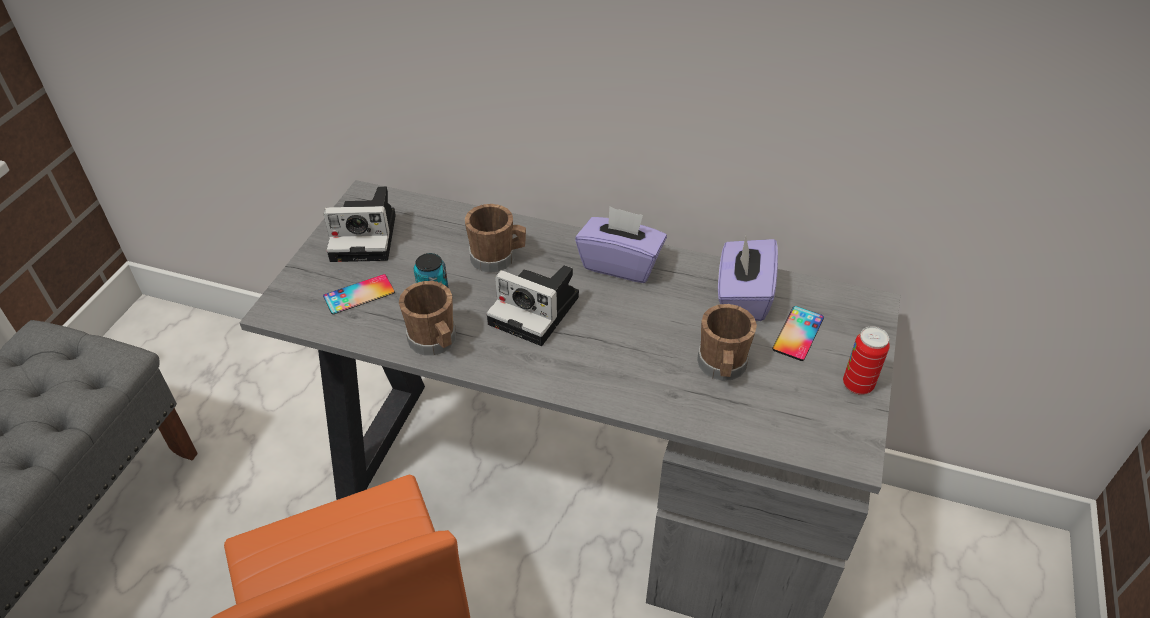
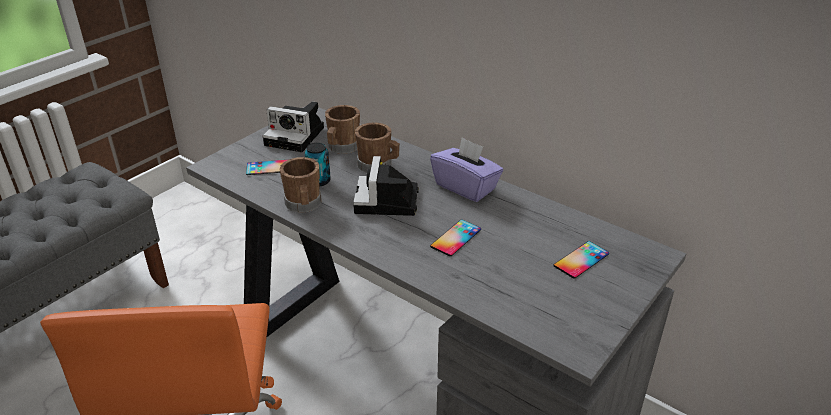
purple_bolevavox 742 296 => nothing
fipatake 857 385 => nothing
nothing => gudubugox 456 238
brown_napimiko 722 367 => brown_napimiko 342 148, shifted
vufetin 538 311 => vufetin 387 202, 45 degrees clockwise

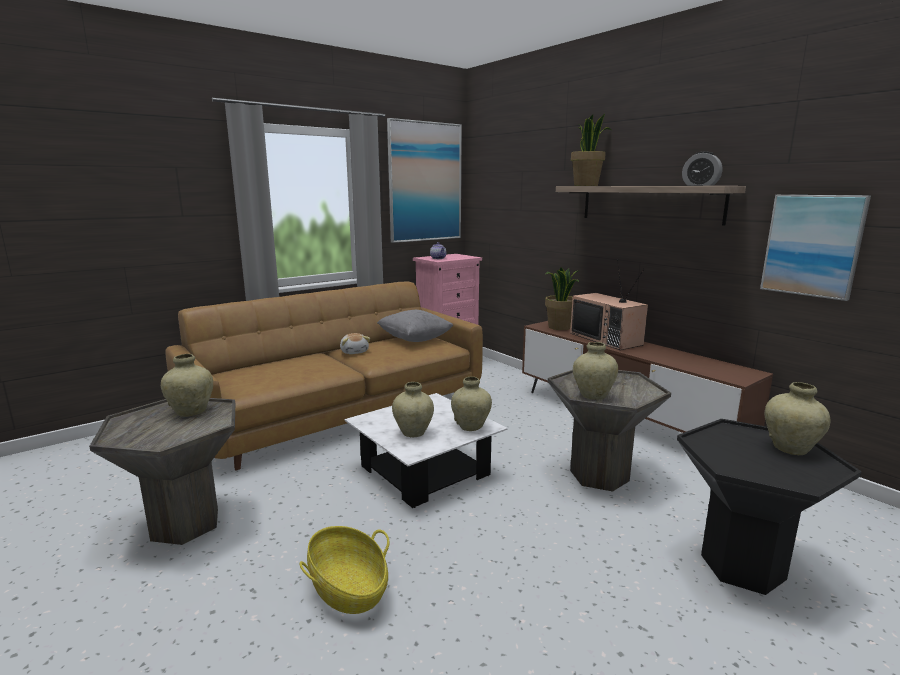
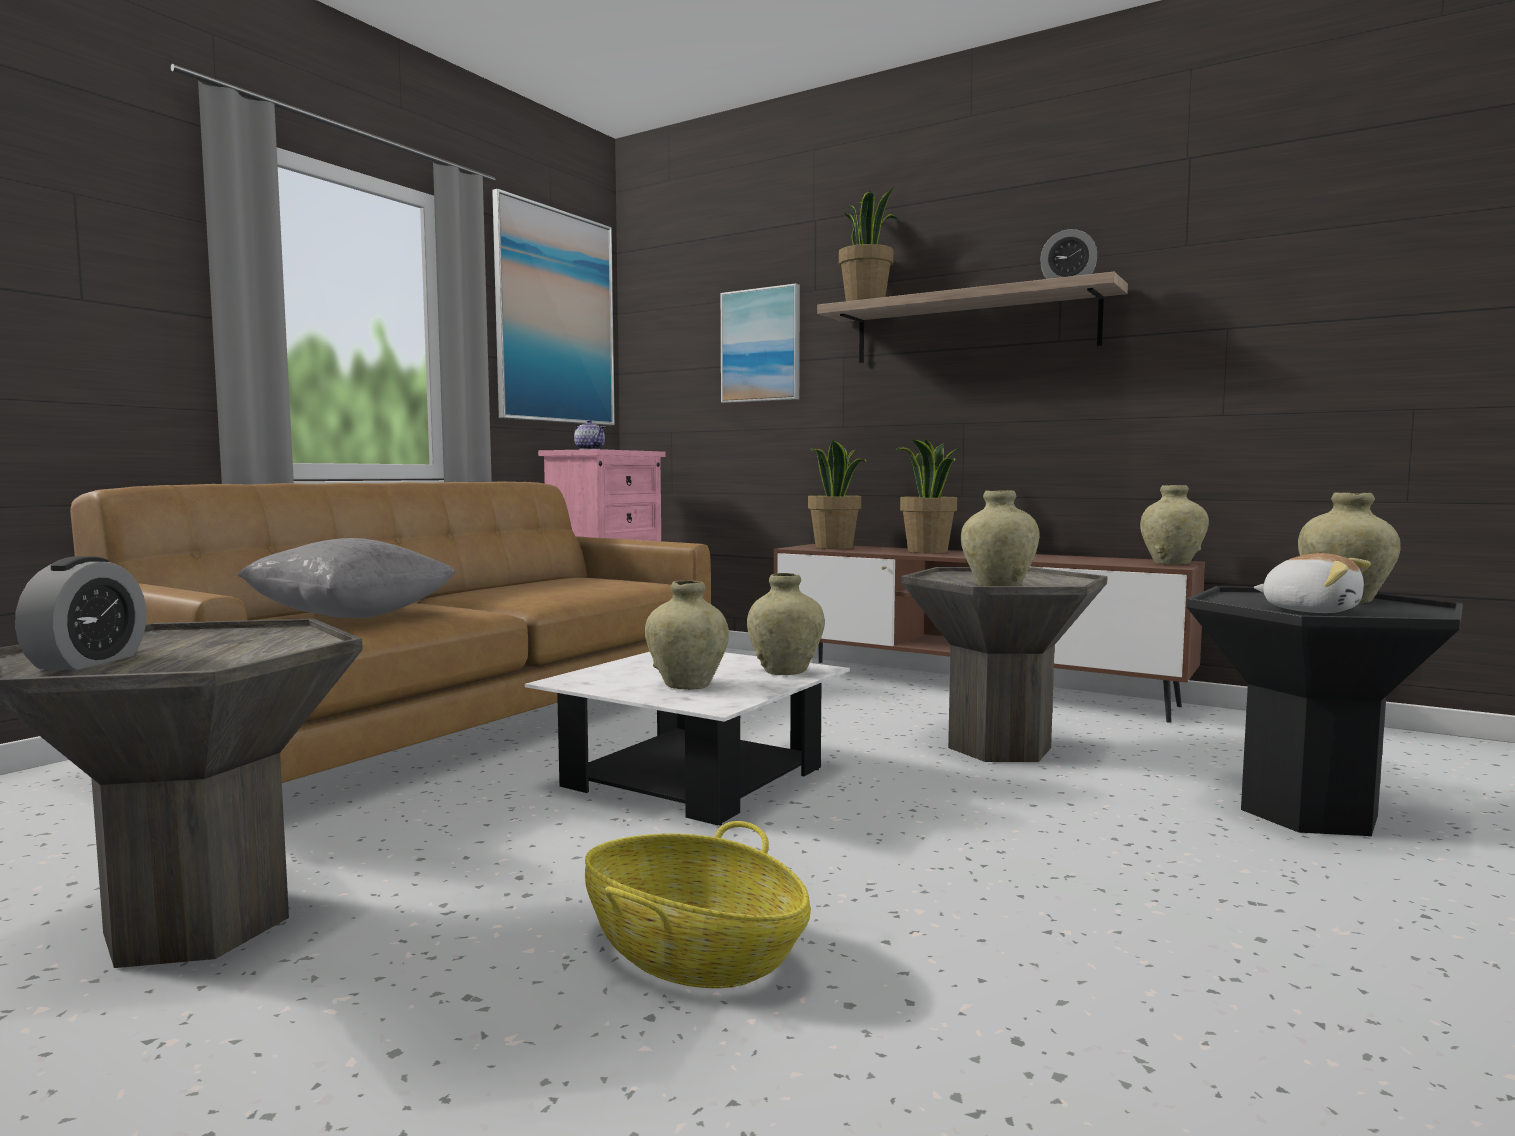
nothing => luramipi 87 662
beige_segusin 191 412 => beige_segusin 1172 563, shifted
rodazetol 354 352 => rodazetol 1311 610, shifted
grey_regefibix 415 340 => grey_regefibix 351 617, shifted
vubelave 812 245 => vubelave 761 345, shifted
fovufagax 607 339 => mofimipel 928 551

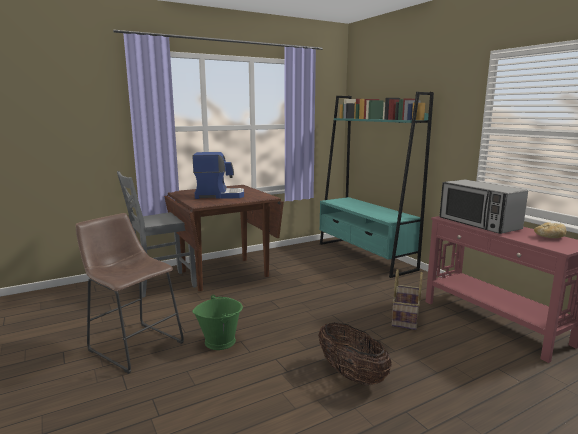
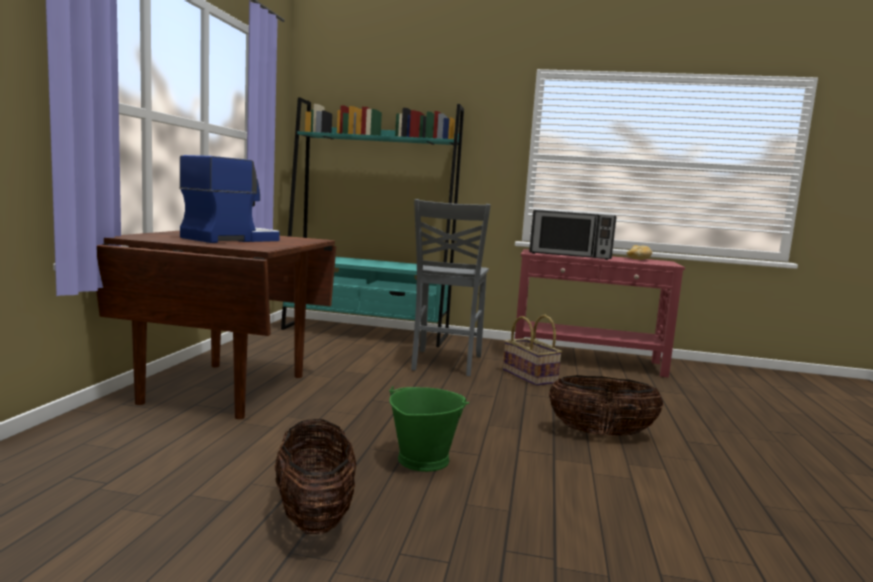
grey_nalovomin 162 285 => grey_nalovomin 444 363, shifted
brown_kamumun 133 344 => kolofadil 314 515

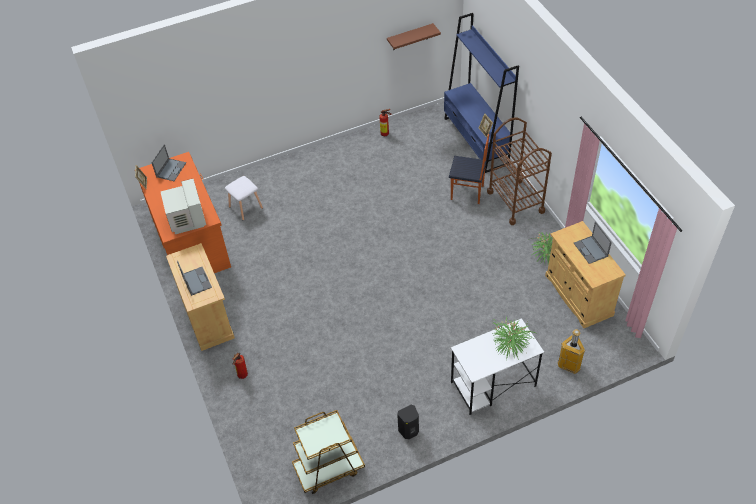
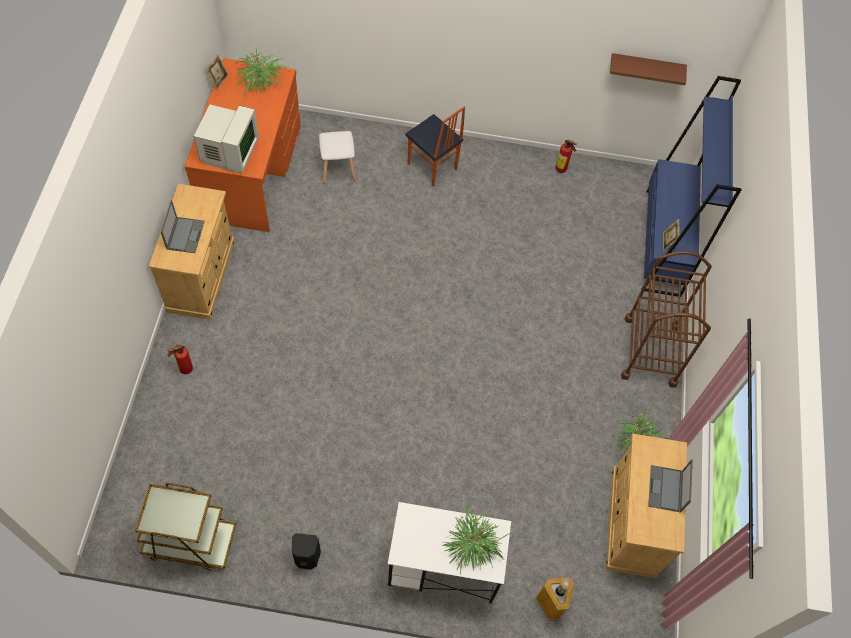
nalovomin 467 193 => nalovomin 431 167, shifted
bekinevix 171 169 => mofimipel 260 81

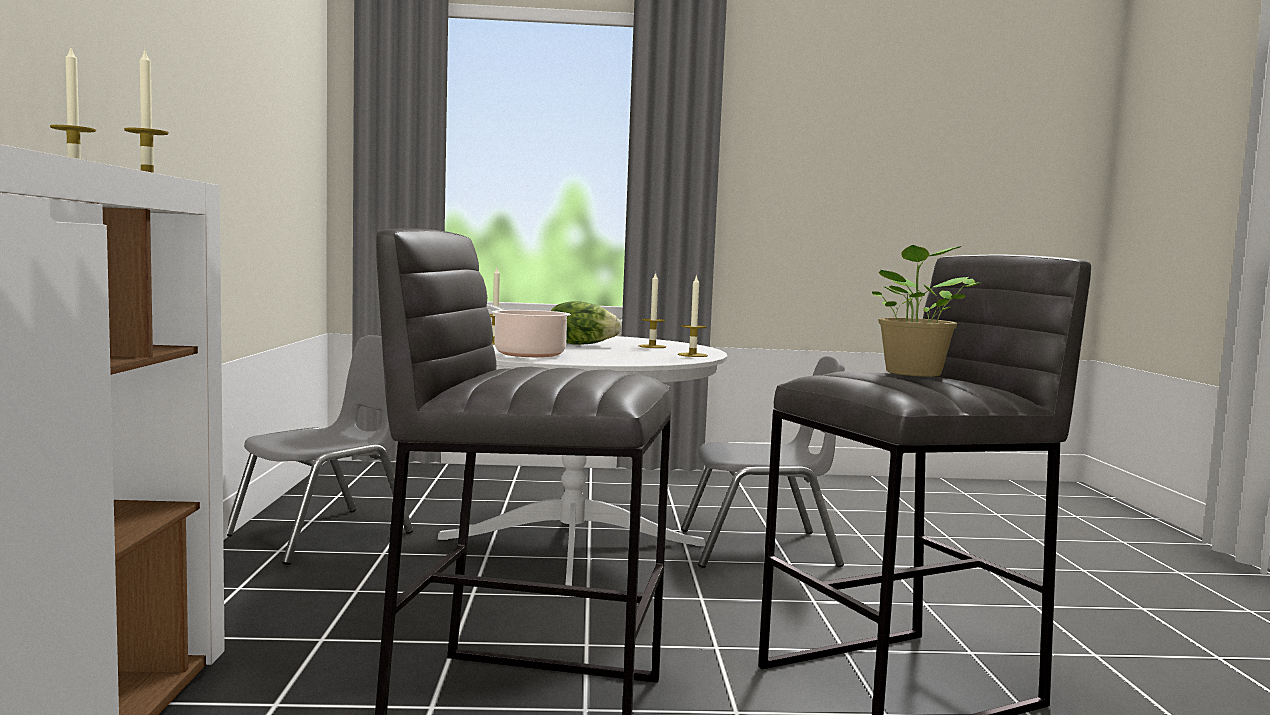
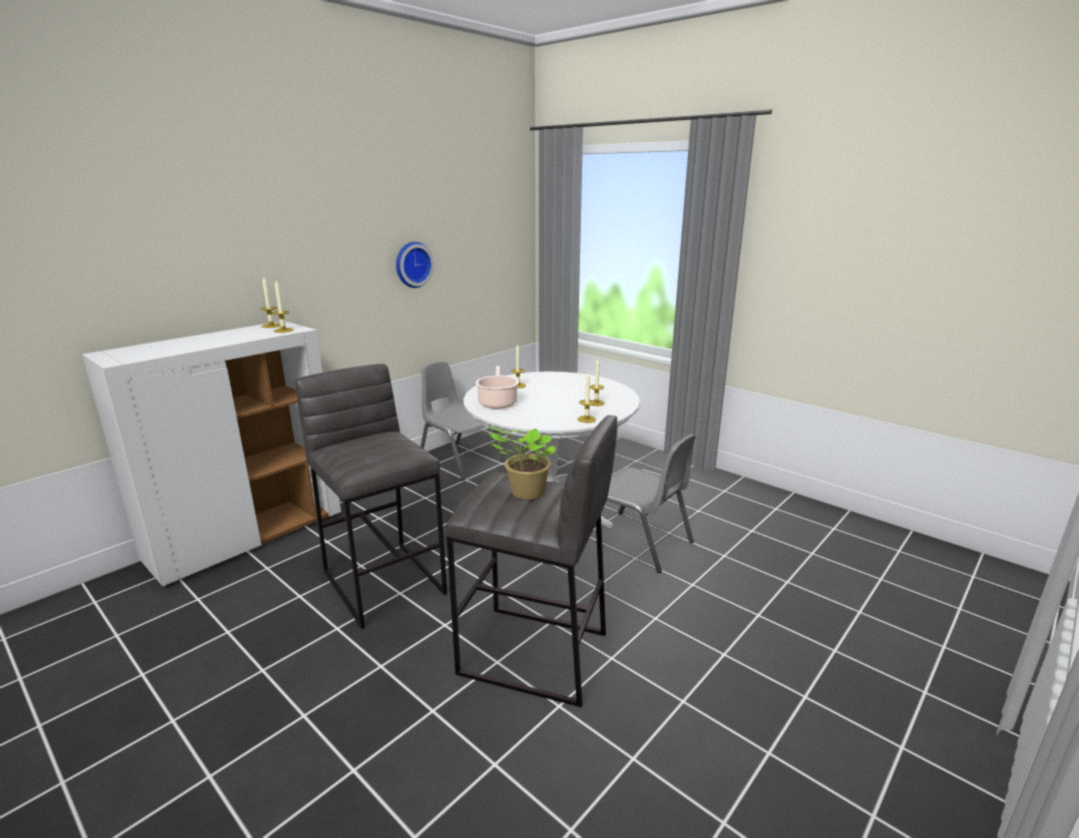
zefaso 581 344 => nothing
nothing => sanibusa 412 264
grey_nalovomin 323 535 => grey_nalovomin 460 460, 135 degrees counterclockwise

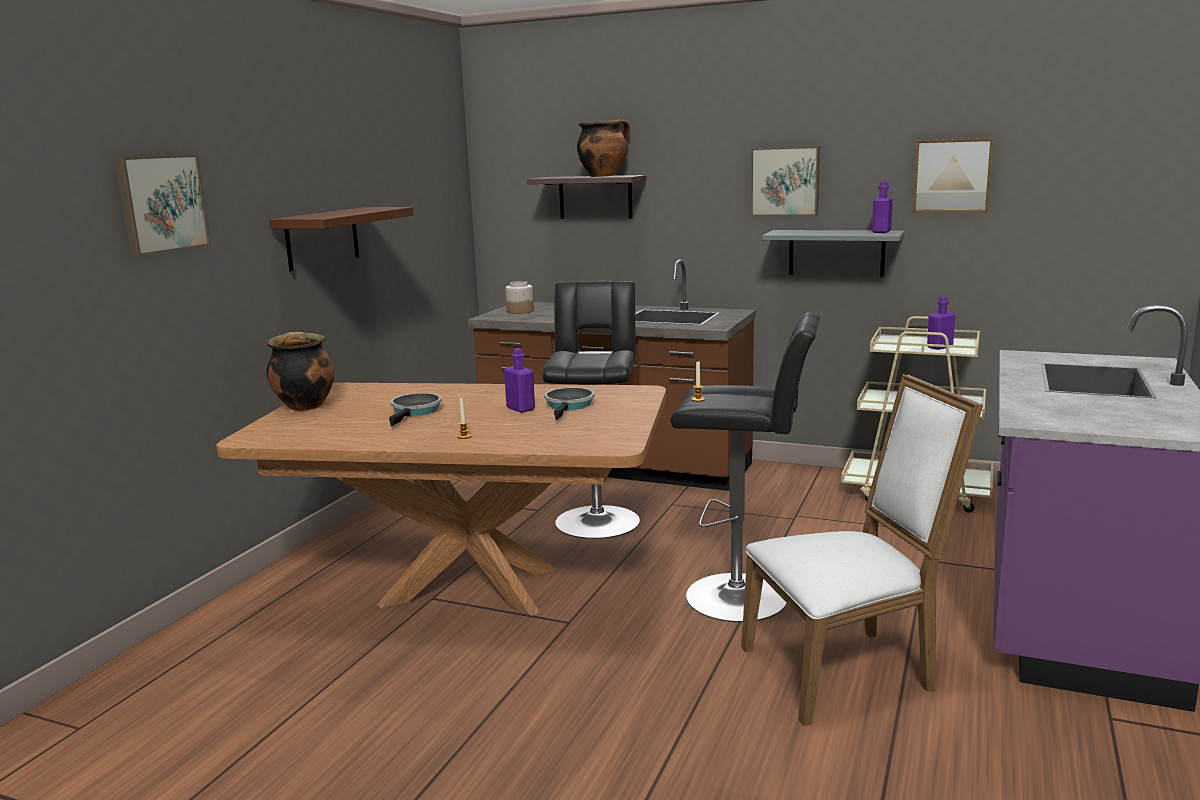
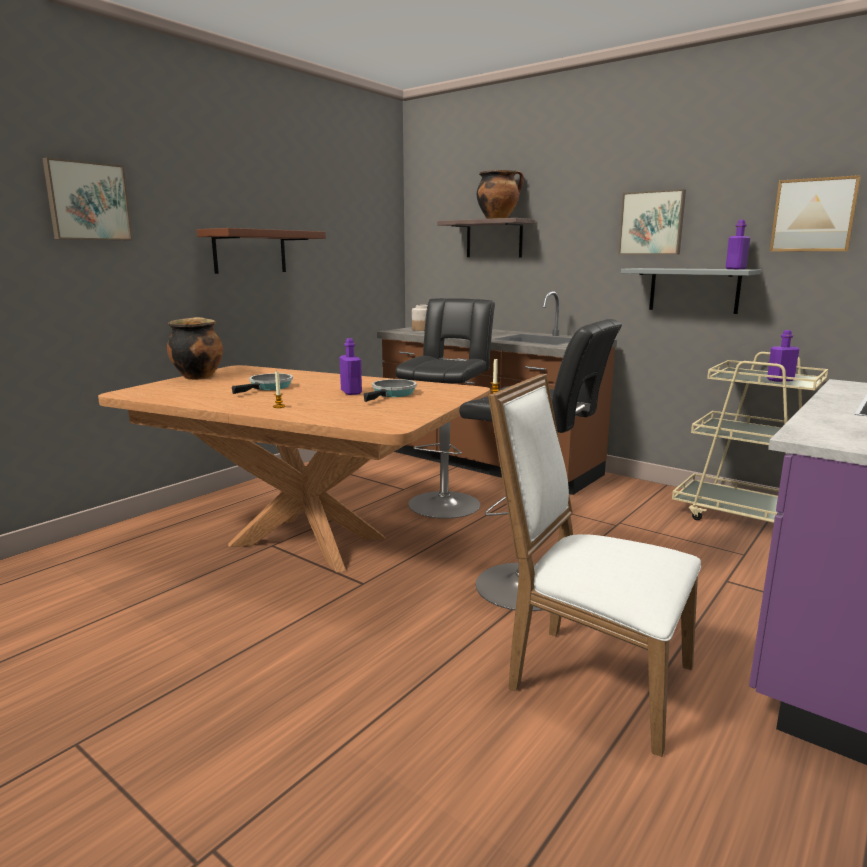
white_nalovomin 847 670 => white_nalovomin 590 676, 150 degrees counterclockwise

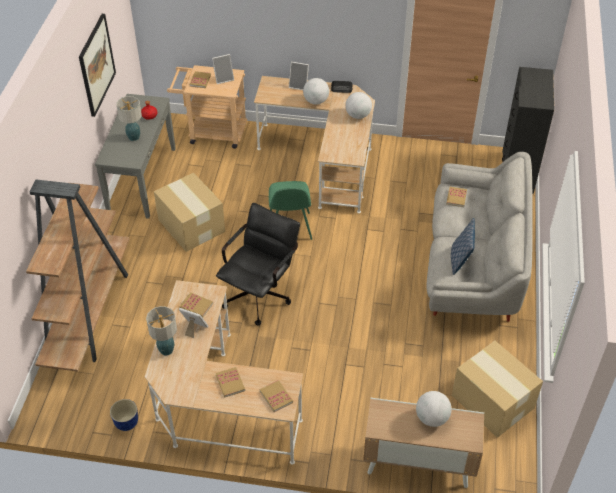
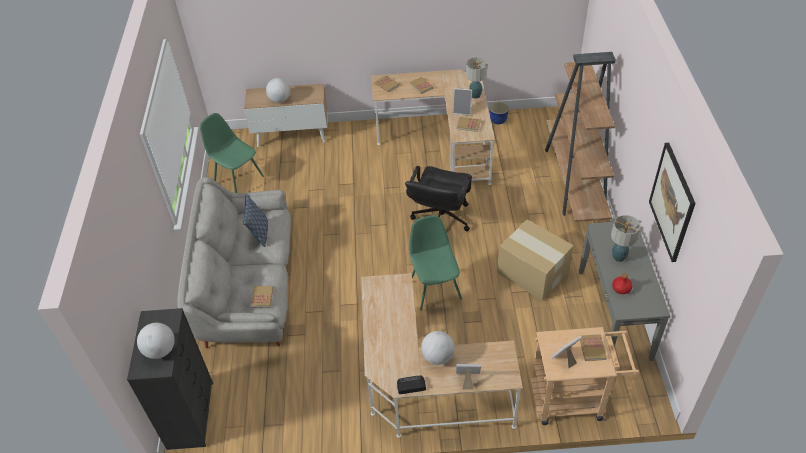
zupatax 358 115 => zupatax 160 350, shifted
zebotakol 493 402 => green_nalovomin 238 179

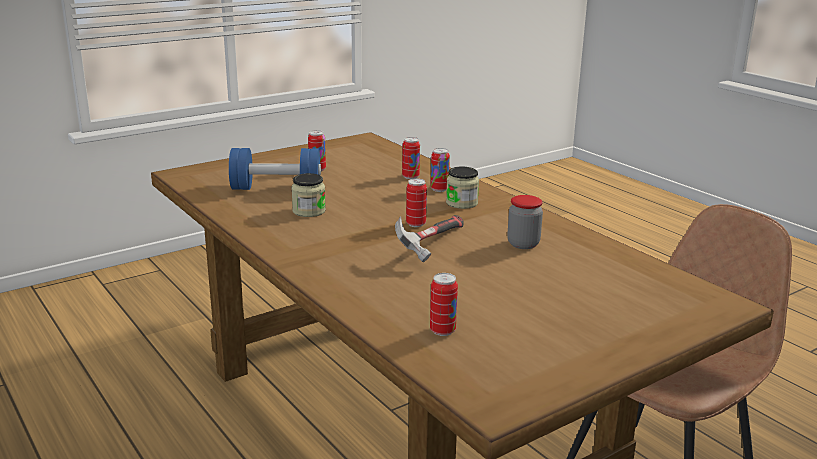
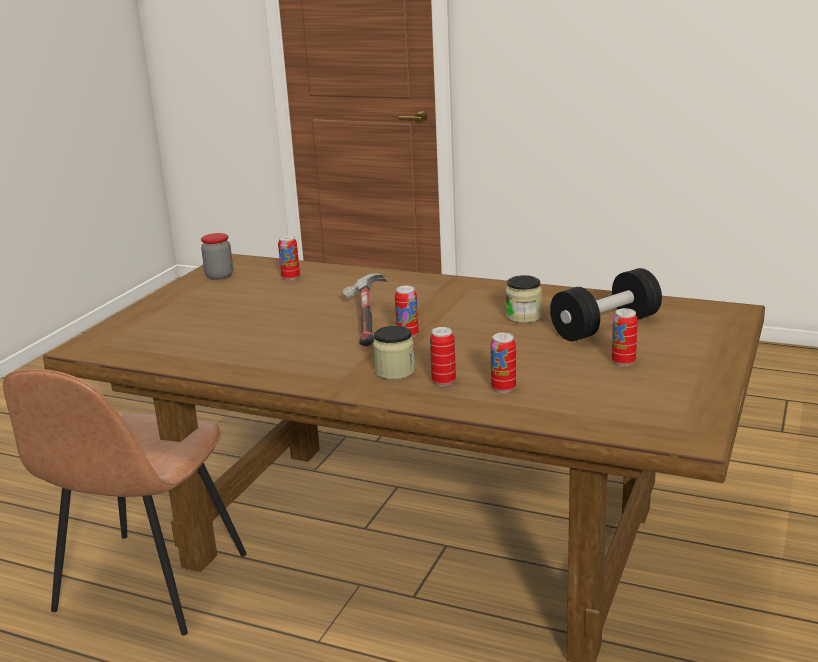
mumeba 523 244 => mumeba 219 276, shifted
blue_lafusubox 276 188 => black_lafusubox 605 327

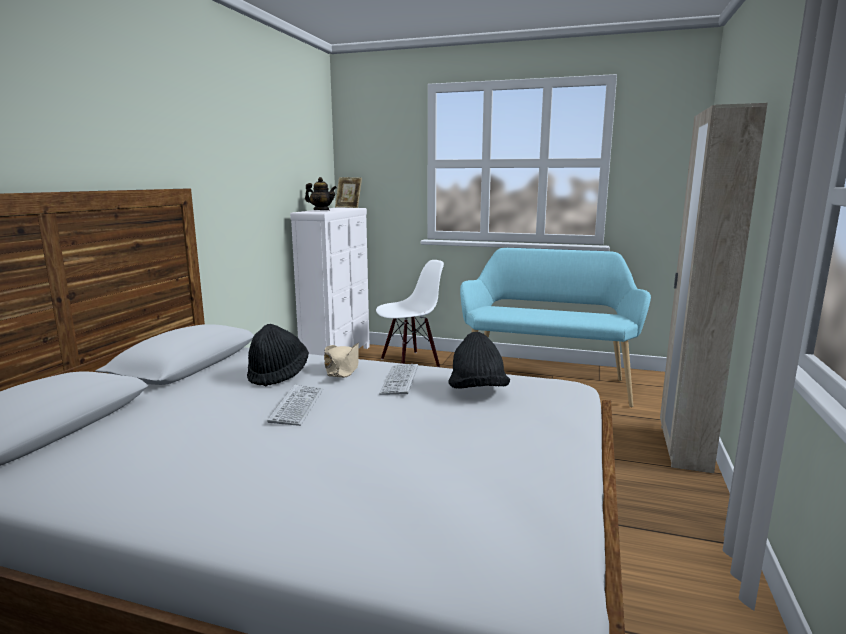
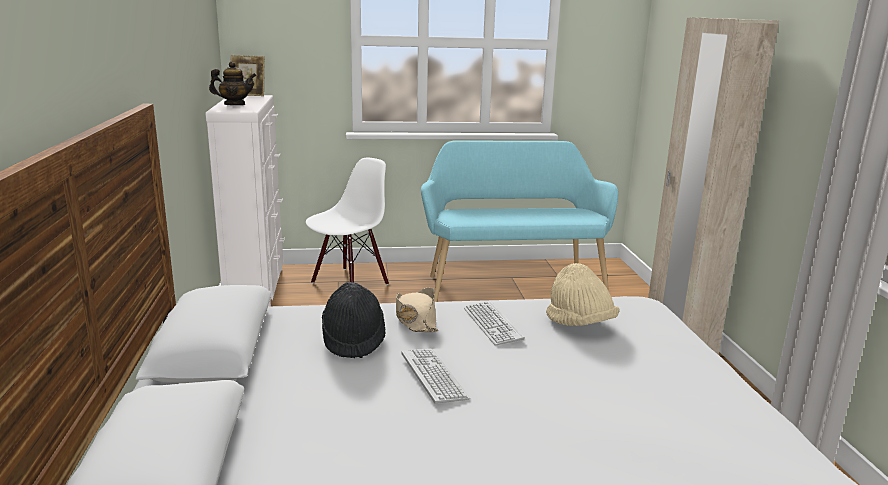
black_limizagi 477 391 => beige_limizagi 579 324

